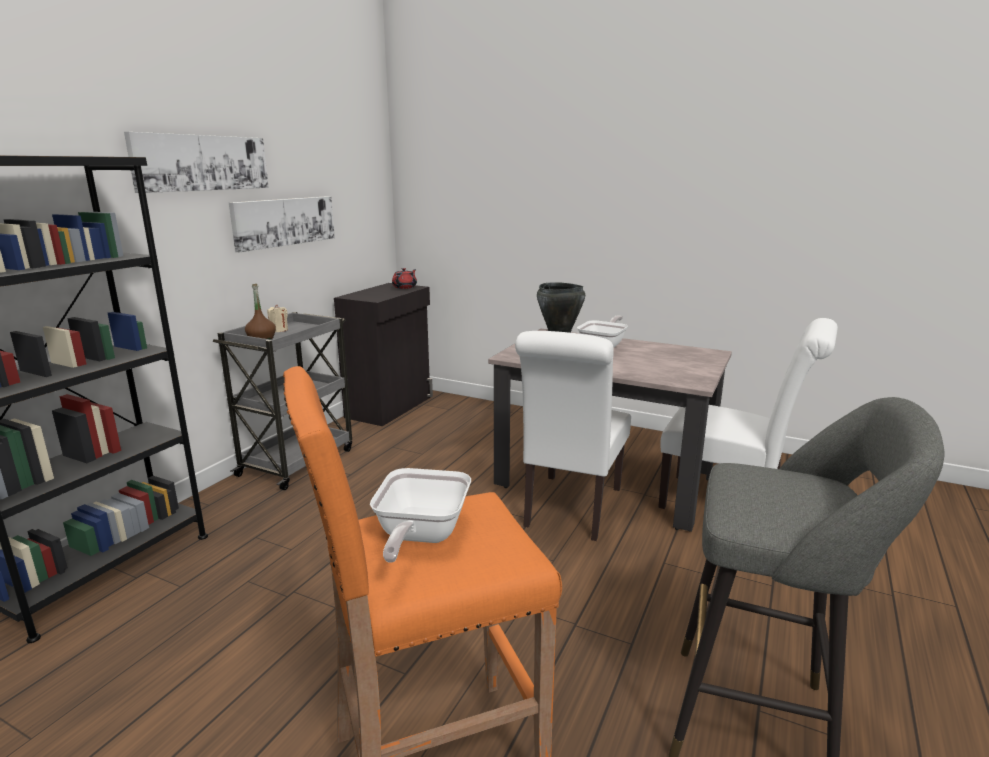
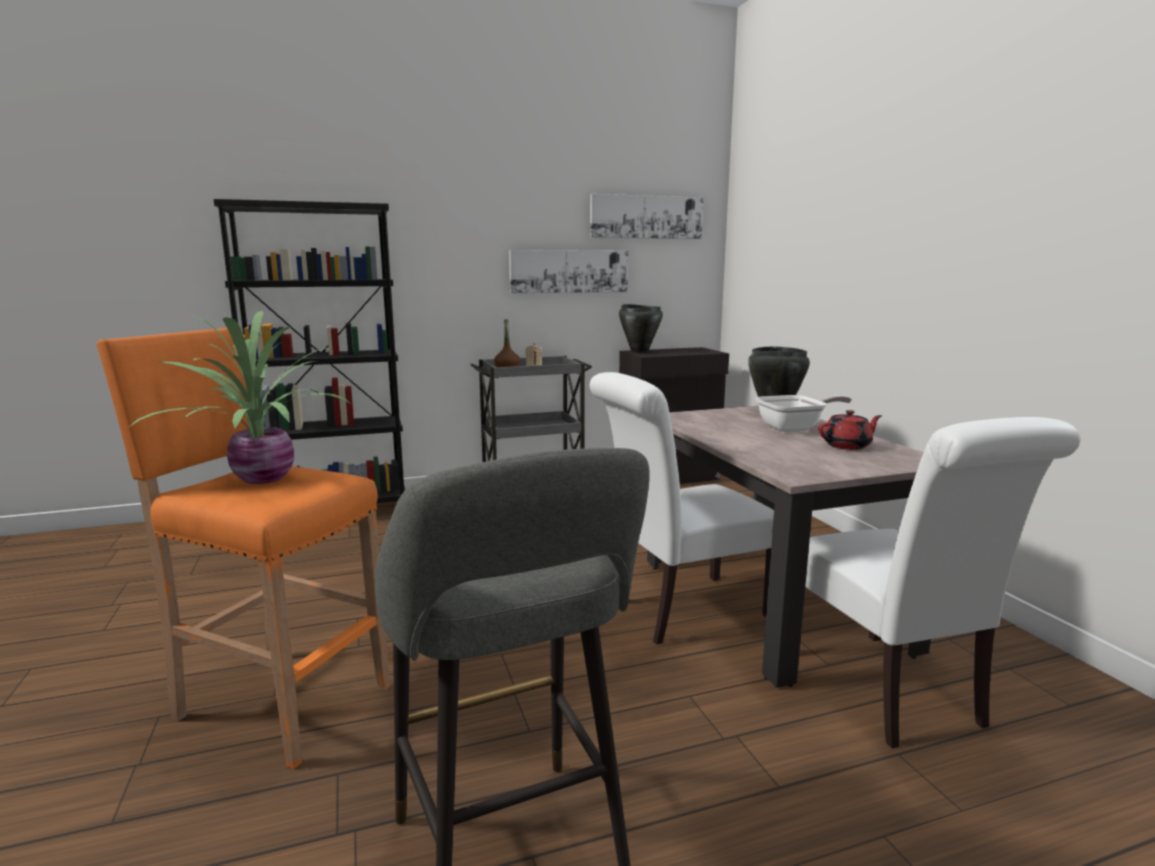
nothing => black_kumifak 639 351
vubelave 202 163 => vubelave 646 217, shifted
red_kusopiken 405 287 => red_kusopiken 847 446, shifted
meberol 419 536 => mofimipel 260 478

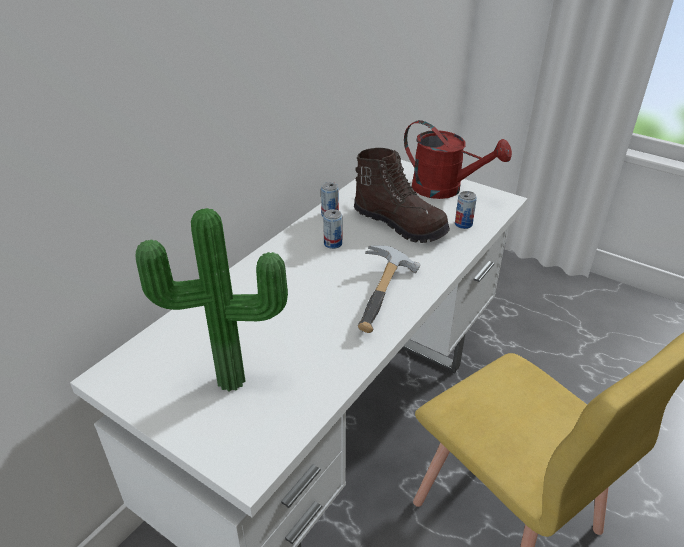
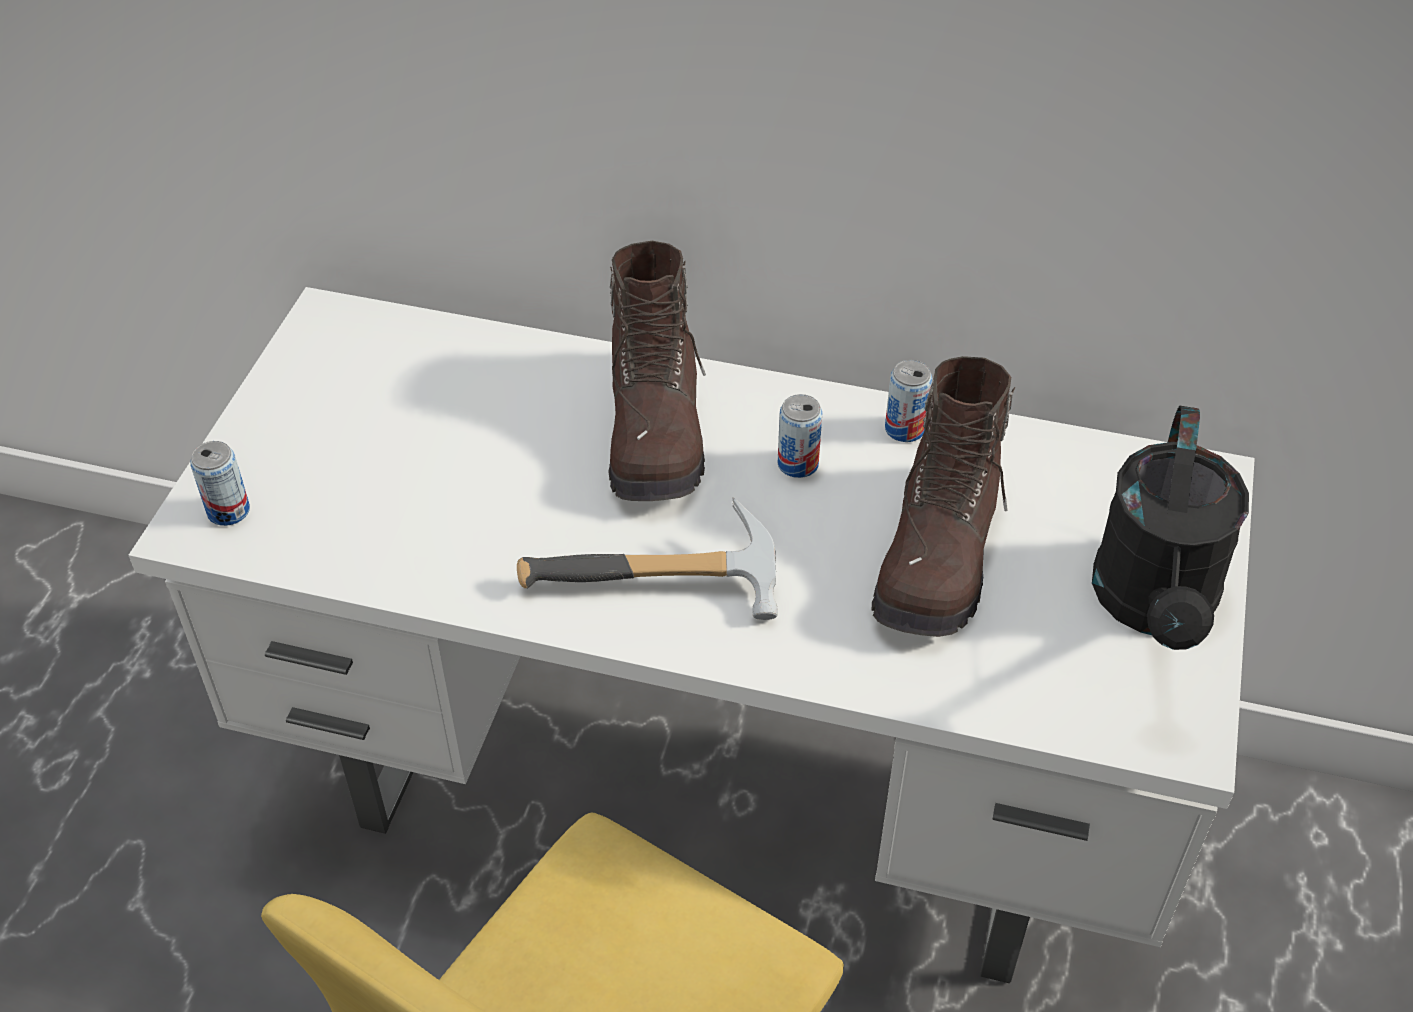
mofimipel 231 385 => nothing
nothing => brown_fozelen 655 430
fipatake 463 224 => fipatake 228 511, shifted
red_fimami 445 189 => black_fimami 1155 606

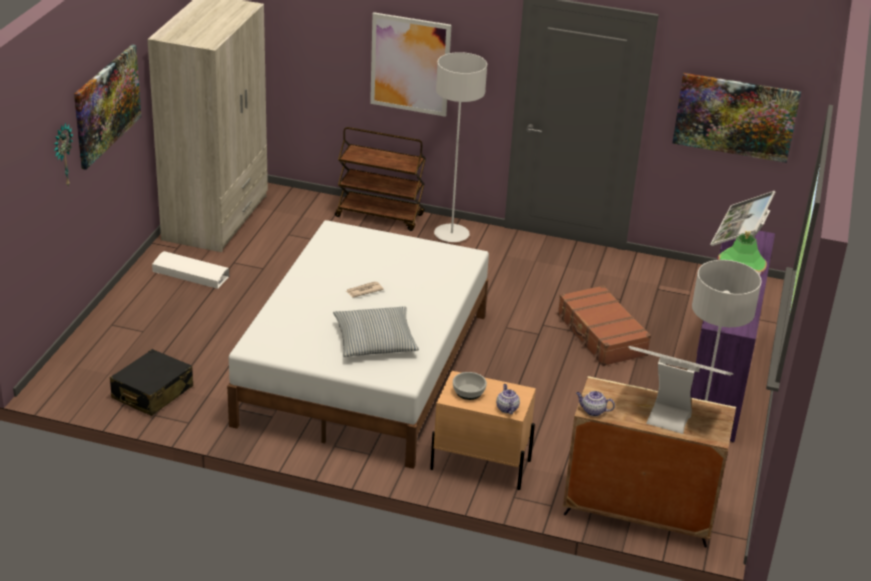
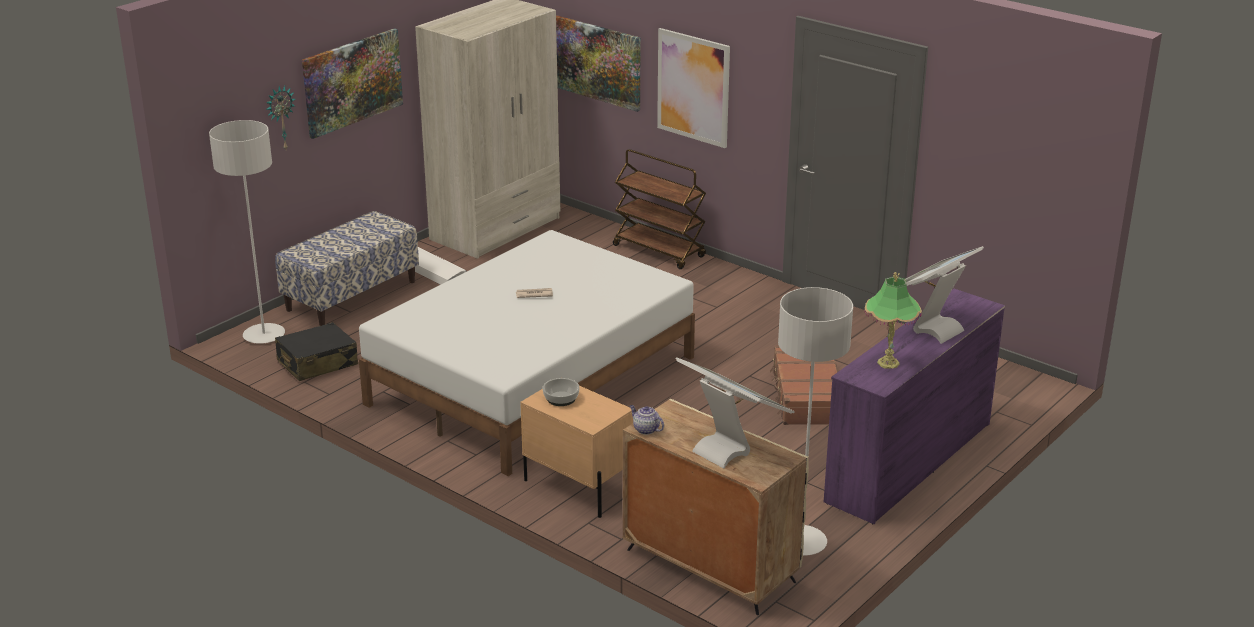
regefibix 375 340 => nothing
kusopiken 506 408 => nothing
nothing => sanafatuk 351 295
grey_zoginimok 451 234 => grey_zoginimok 264 335, shifted
vubelave 735 117 => vubelave 596 62, shifted

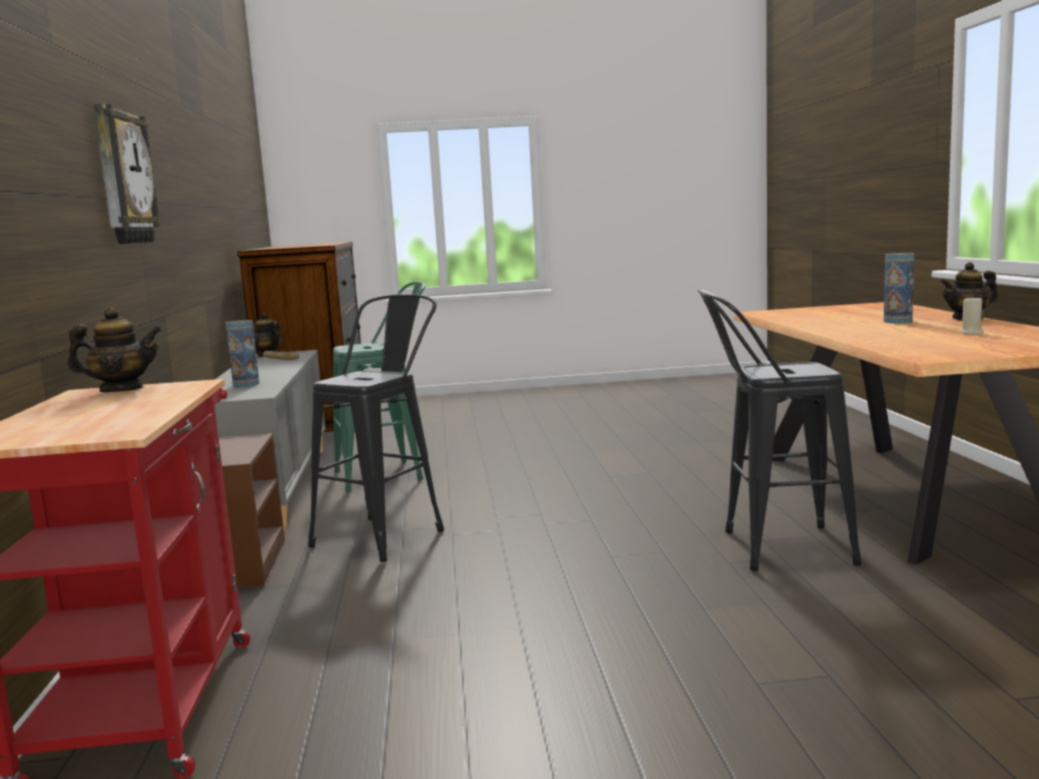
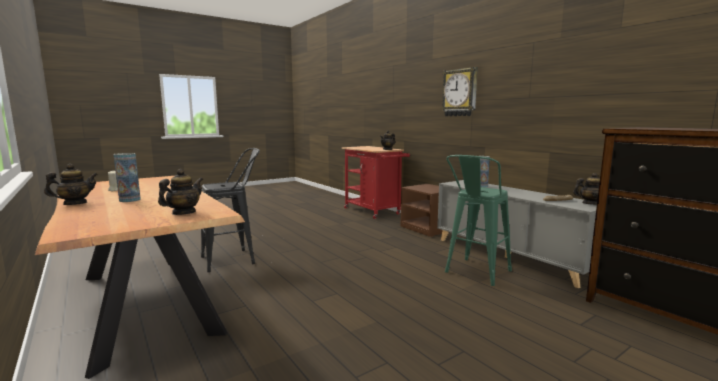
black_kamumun 387 534 => nothing
nothing => kusopiken 183 213

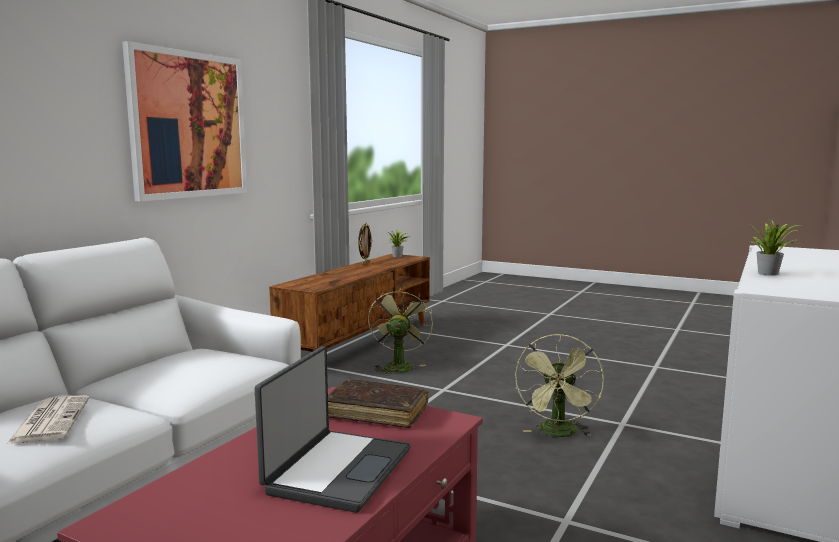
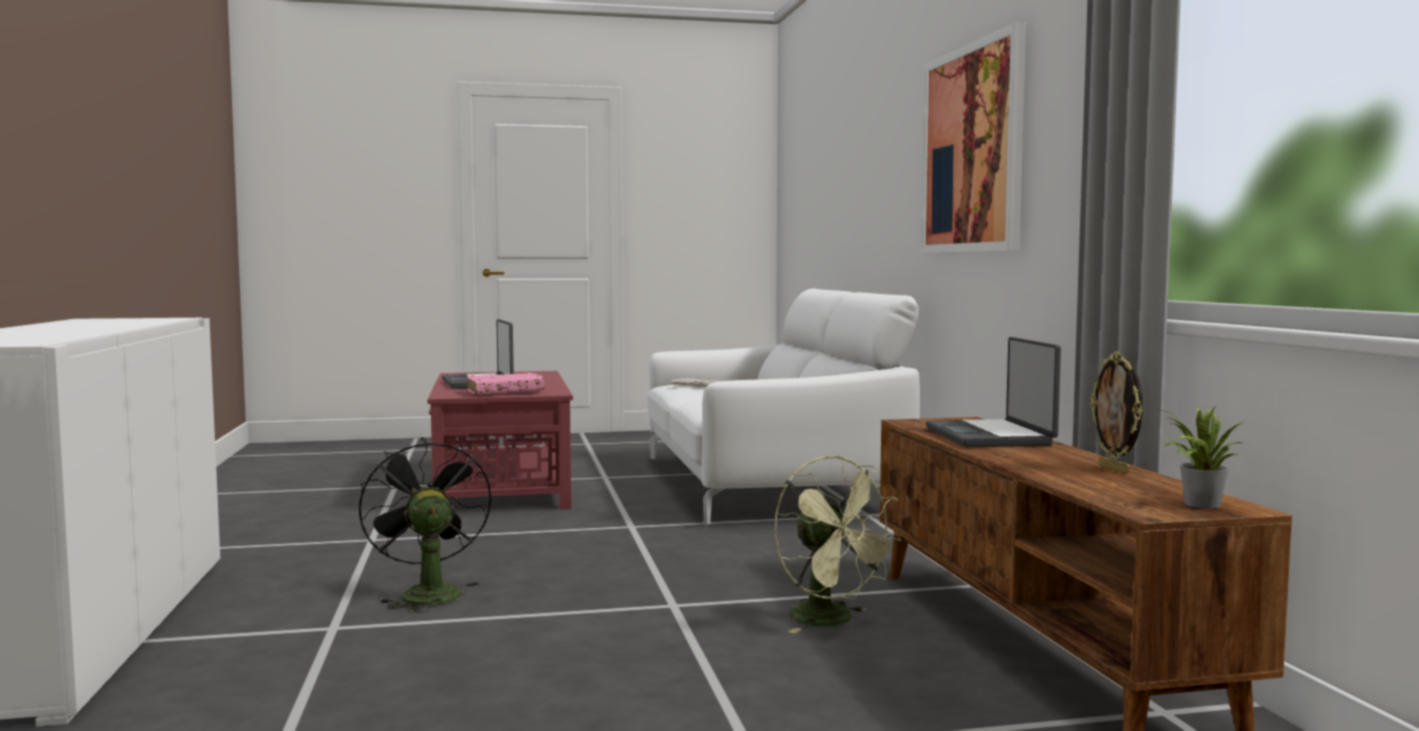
mofimipel 770 273 => nothing
nothing => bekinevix 991 437
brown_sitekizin 377 412 => pink_sitekizin 505 392
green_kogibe 558 434 => black_kogibe 426 593

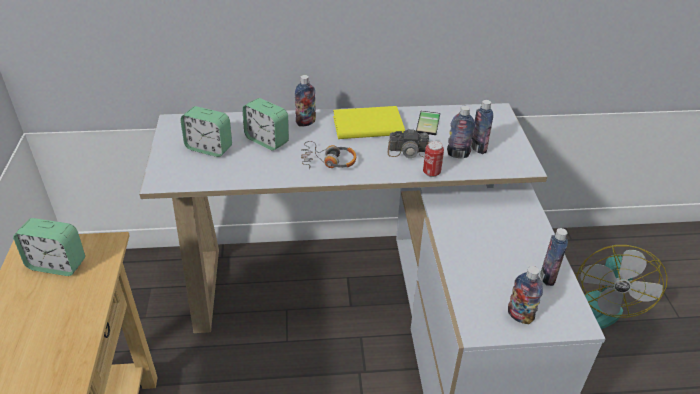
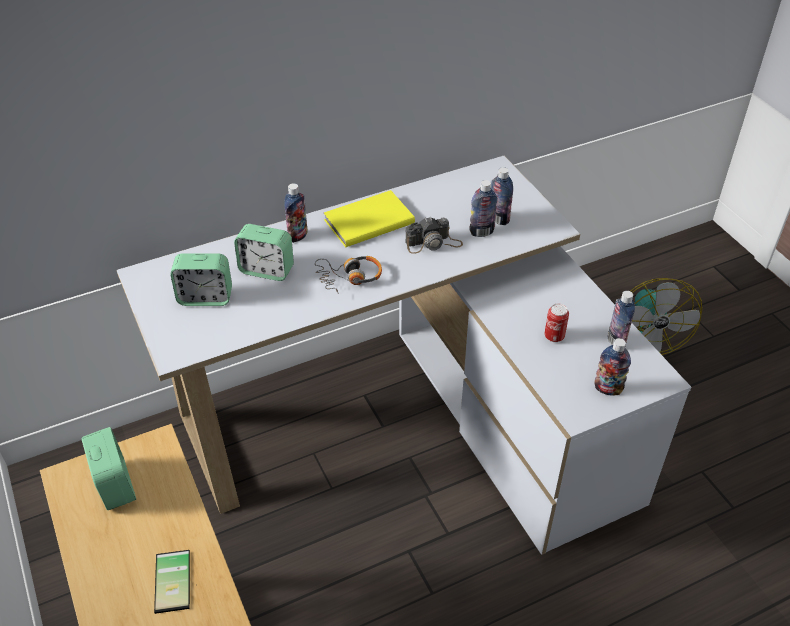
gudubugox 430 123 => gudubugox 176 580, shifted
fipatake 431 172 => fipatake 554 336, shifted
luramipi 57 264 => luramipi 115 485, 105 degrees counterclockwise

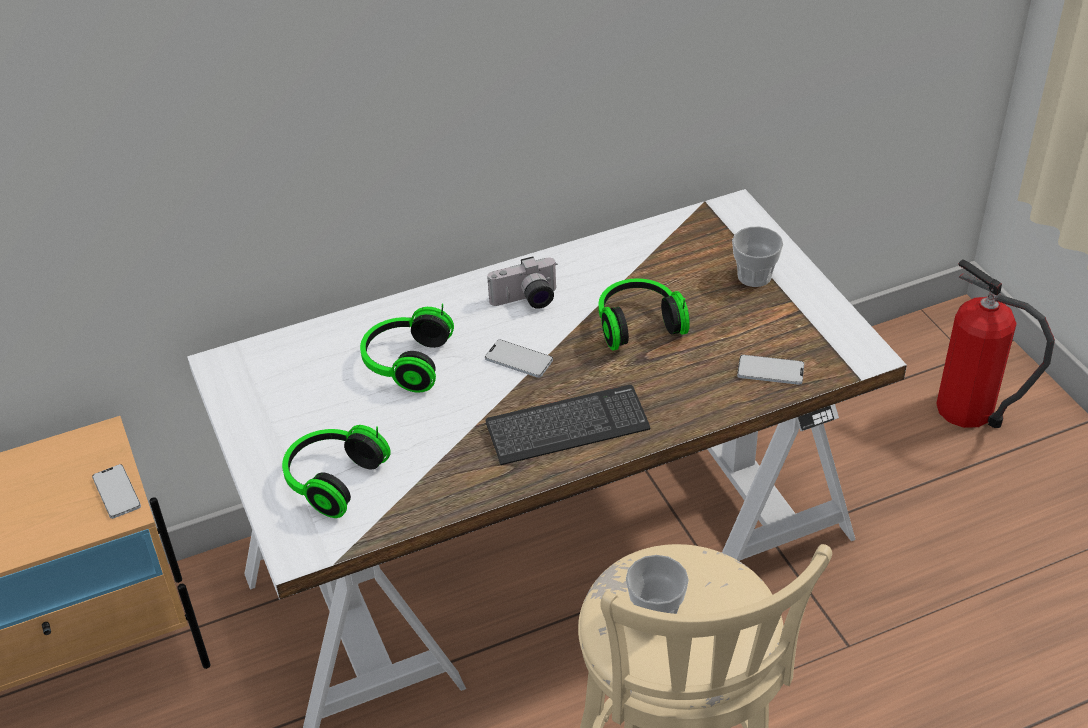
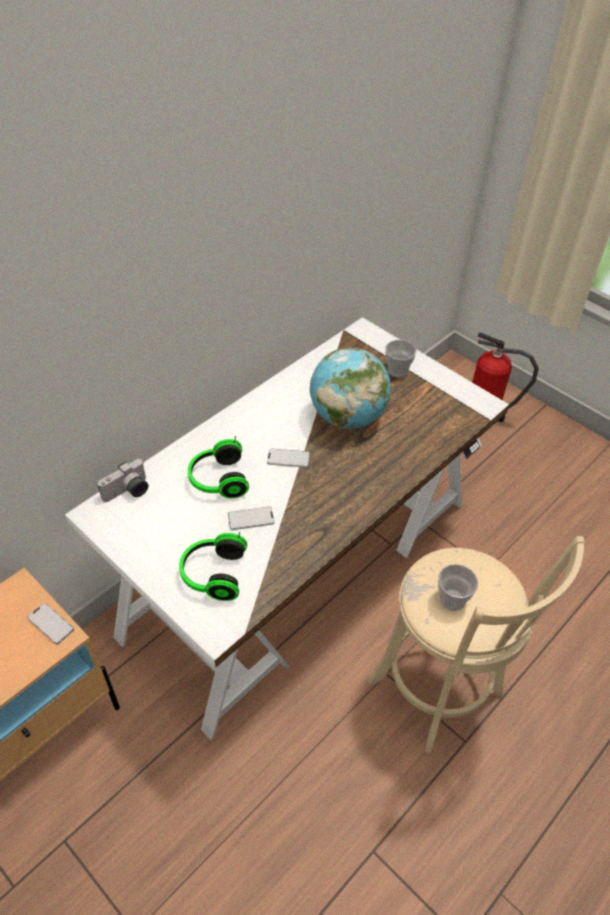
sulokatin 567 427 => nothing
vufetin 526 301 => vufetin 128 492, shifted
gudubugox 770 371 => gudubugox 251 519, shifted
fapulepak 638 324 => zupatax 347 417

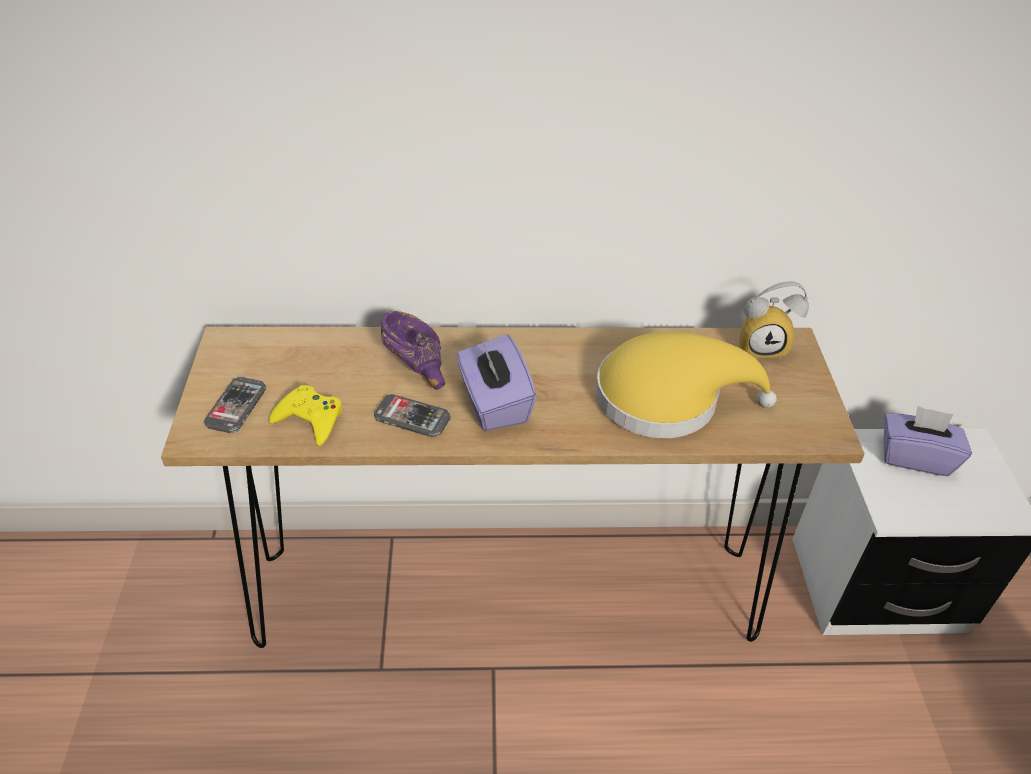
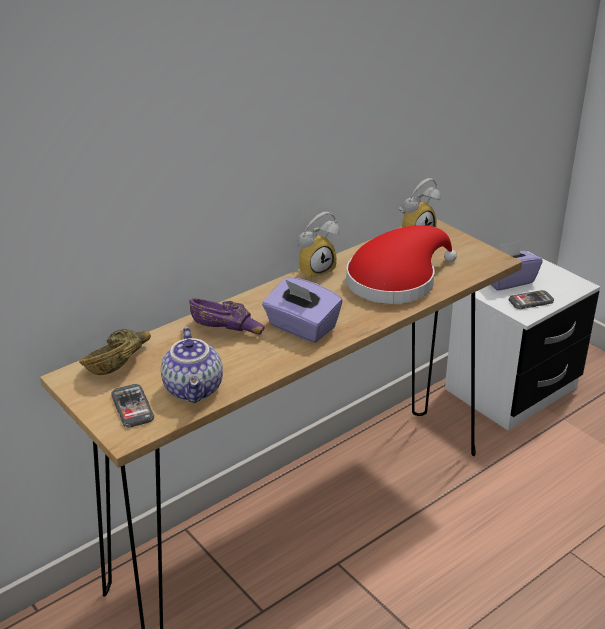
nothing => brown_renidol 118 362
nothing => luramipi 315 270
gudubugox 412 417 => gudubugox 531 301, shifted
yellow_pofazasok 310 419 => kusopiken 195 389
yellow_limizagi 667 398 => red_limizagi 396 281

